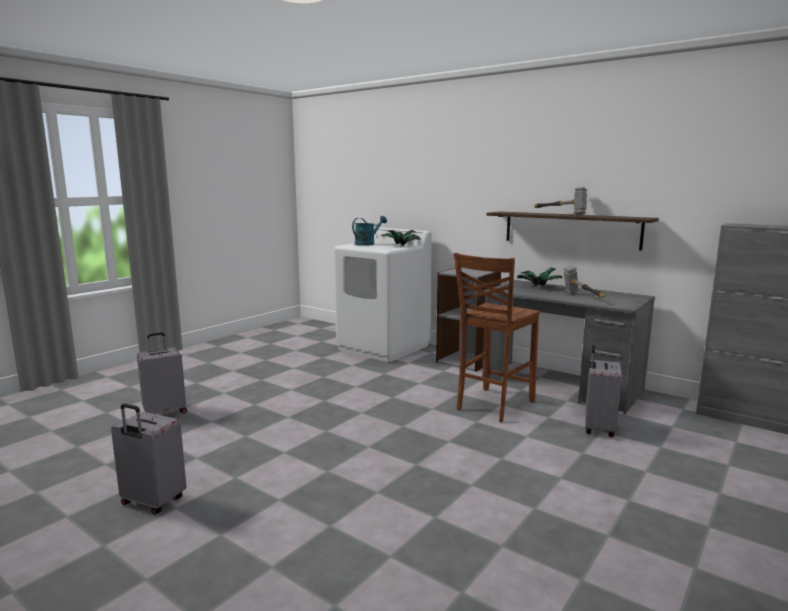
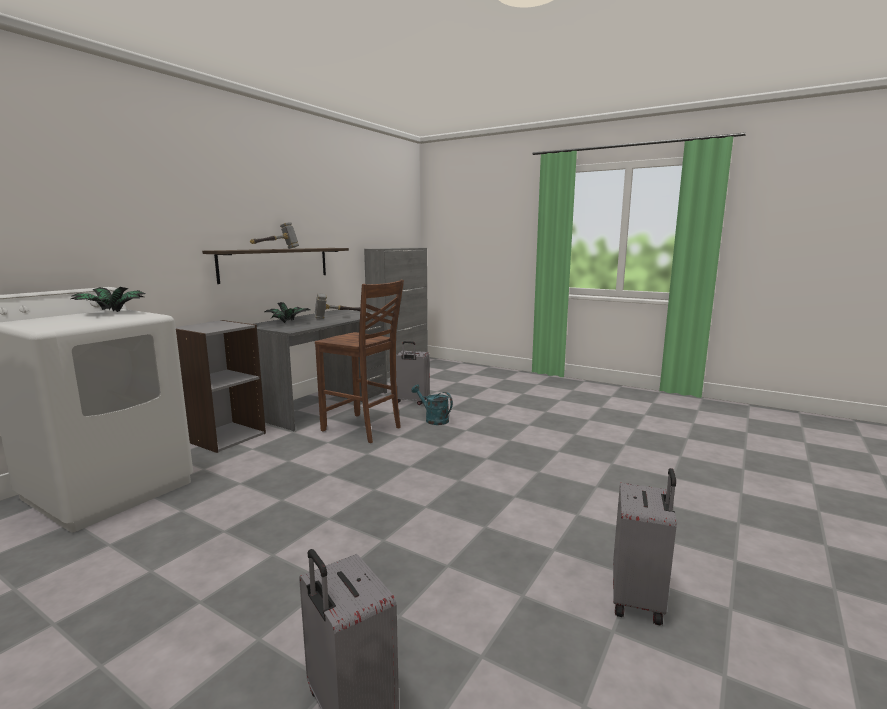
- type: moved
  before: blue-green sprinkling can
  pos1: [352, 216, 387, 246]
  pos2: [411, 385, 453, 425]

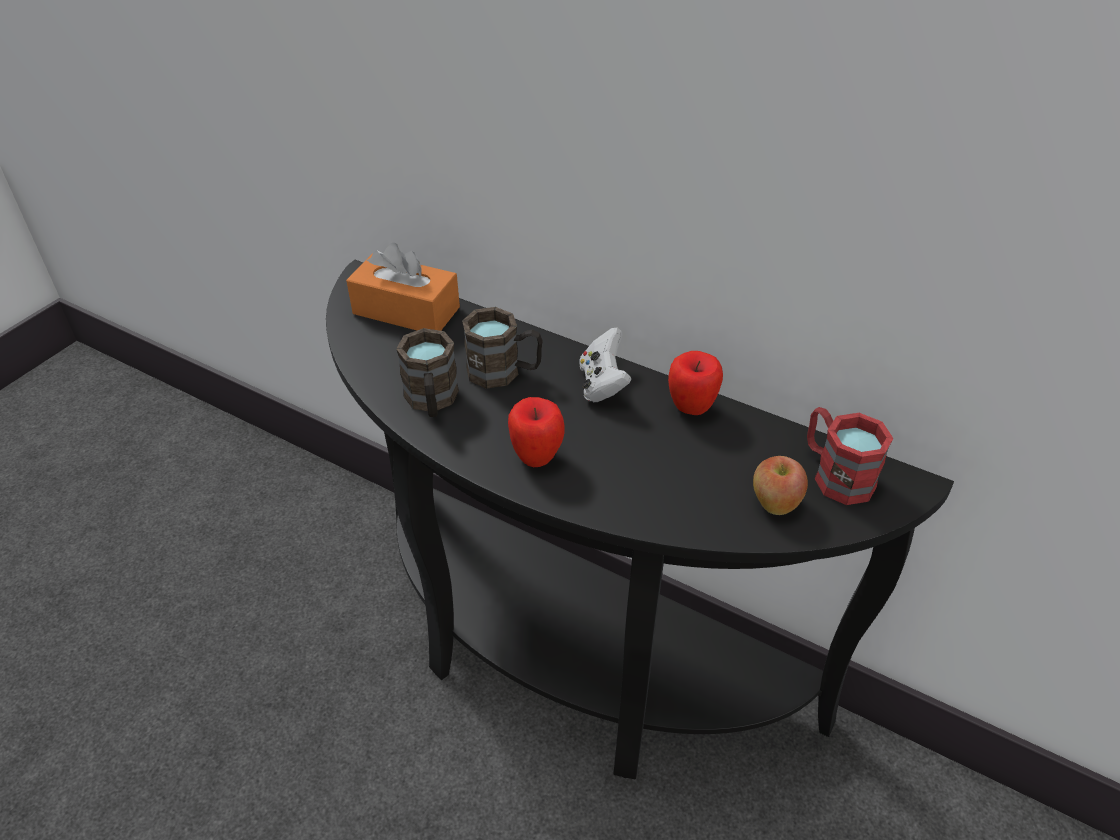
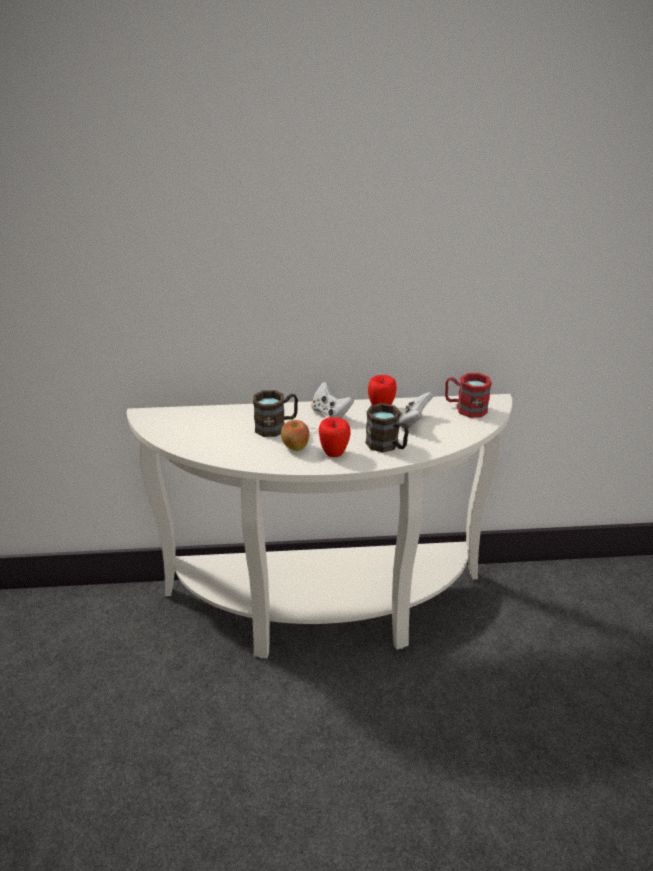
- type: recoloured
  before: blackish console table
  after: white-coloured console table
  pos1: [326, 260, 954, 779]
  pos2: [127, 394, 512, 658]
- type: moved
  before: apple fruit
  pos1: [753, 456, 808, 515]
  pos2: [281, 420, 309, 451]
- type: moved
  before: brown mug
  pos1: [396, 328, 459, 417]
  pos2: [365, 403, 409, 452]
- type: added
  after: white-coloured joypad
  pos2: [399, 392, 433, 428]
- type: removed
  before: orange-coloured tissue holder
  pos1: [346, 243, 460, 331]

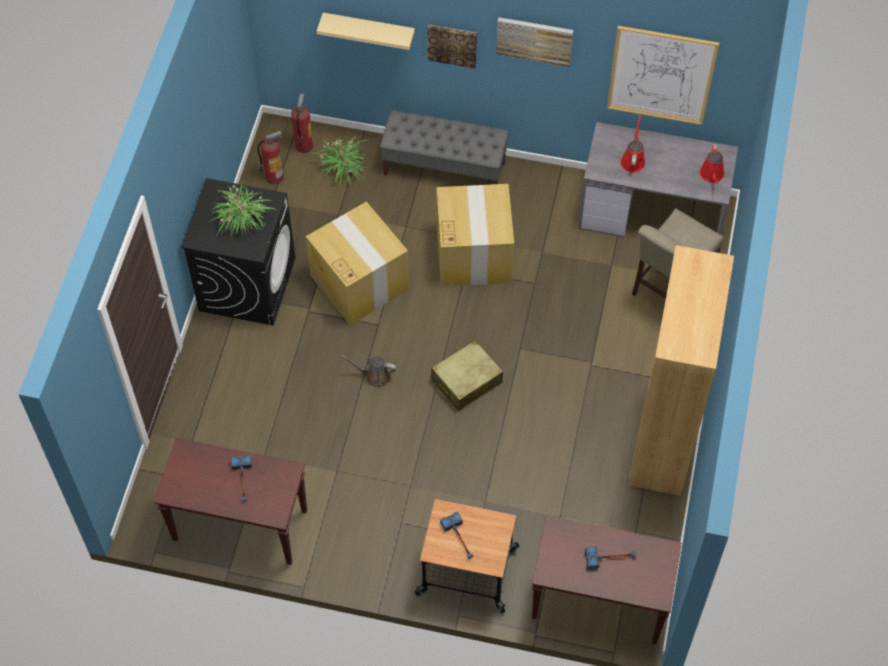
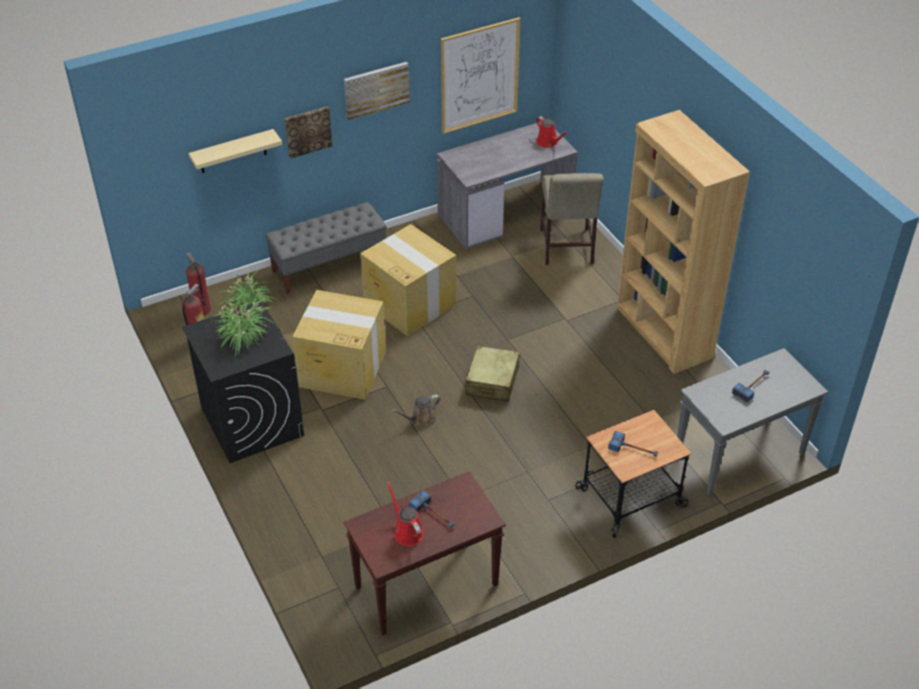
- type: moved
  before: red sprinkling can
  pos1: [620, 115, 645, 173]
  pos2: [387, 482, 423, 546]
- type: recoloured
  before: brown console table
  after: gray console table
  pos1: [532, 515, 682, 644]
  pos2: [677, 348, 828, 496]

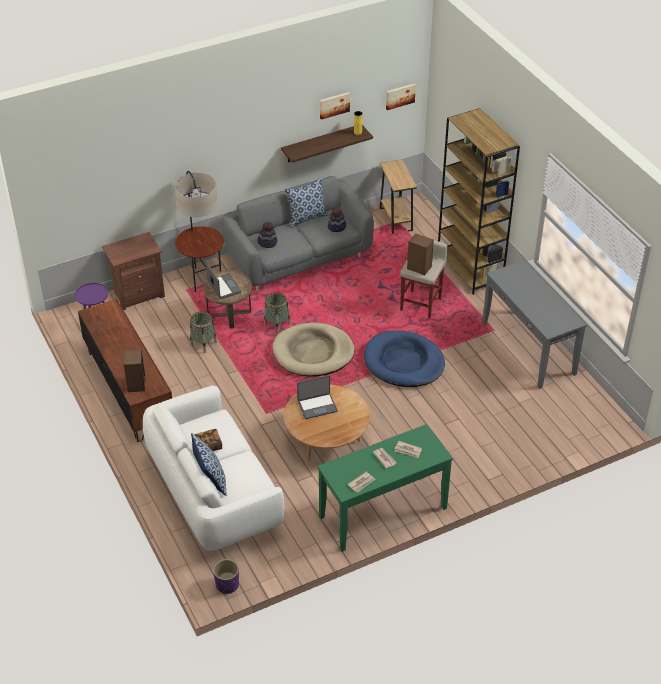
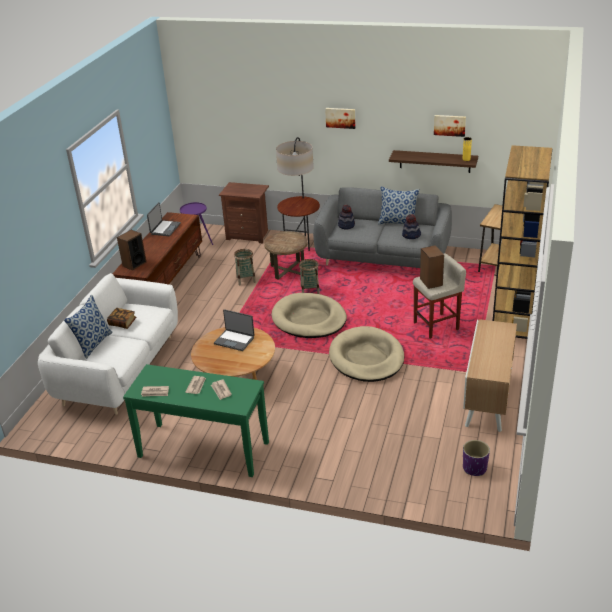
- type: moved
  before: portable computer
  pos1: [206, 263, 241, 299]
  pos2: [147, 202, 181, 236]
- type: moved
  before: picture
  pos1: [386, 84, 416, 110]
  pos2: [325, 108, 356, 129]
- type: recoloured
  before: blue-coloured dog cushion
  after: beige dog cushion
  pos1: [364, 330, 445, 387]
  pos2: [329, 326, 404, 382]
- type: replaced
  before: gray console table
  after: cabinet
  pos1: [482, 260, 587, 389]
  pos2: [463, 319, 517, 432]
- type: moved
  before: purplish planter
  pos1: [213, 559, 239, 594]
  pos2: [463, 440, 490, 476]

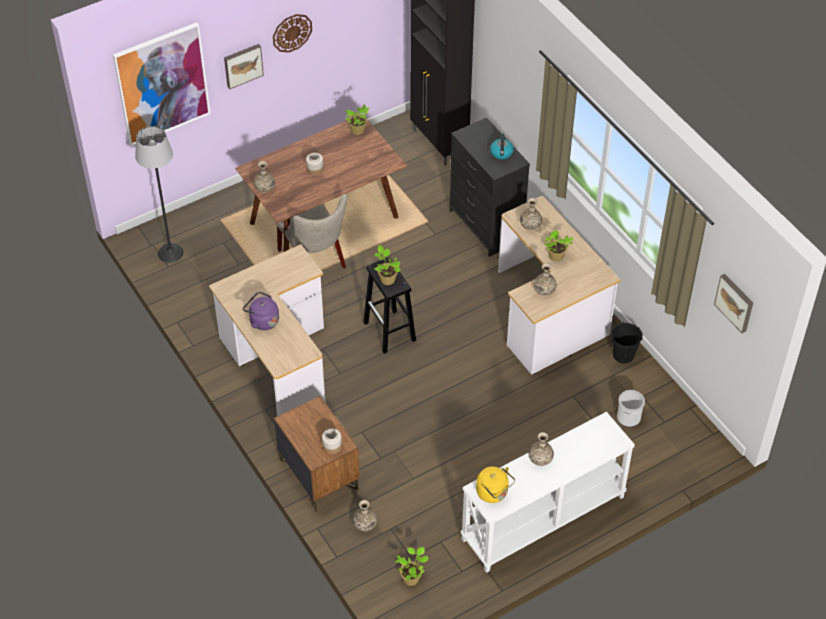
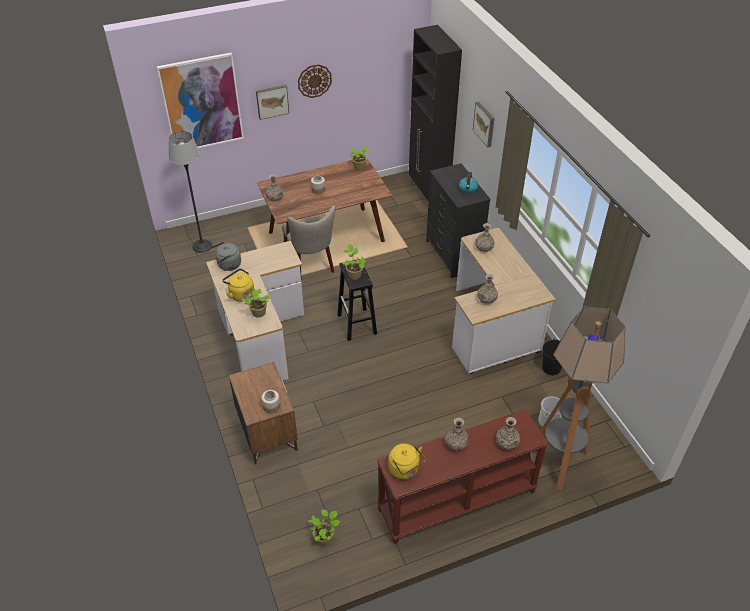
- type: added
  after: gray tea kettle
  pos2: [211, 242, 241, 271]
- type: recoloured
  before: purplish tea kettle
  after: yellowish tea kettle
  pos1: [243, 291, 279, 330]
  pos2: [222, 268, 254, 302]
- type: moved
  before: potted plant
  pos1: [545, 230, 573, 262]
  pos2: [241, 289, 270, 318]
- type: recoloured
  before: white-coloured console table
  after: brown console table
  pos1: [461, 412, 635, 573]
  pos2: [377, 409, 549, 545]
- type: moved
  before: picture
  pos1: [714, 274, 753, 333]
  pos2: [473, 102, 494, 148]
- type: moved
  before: flower vase
  pos1: [353, 500, 377, 532]
  pos2: [496, 417, 520, 450]
- type: added
  after: floor lamp
  pos2: [540, 306, 625, 490]

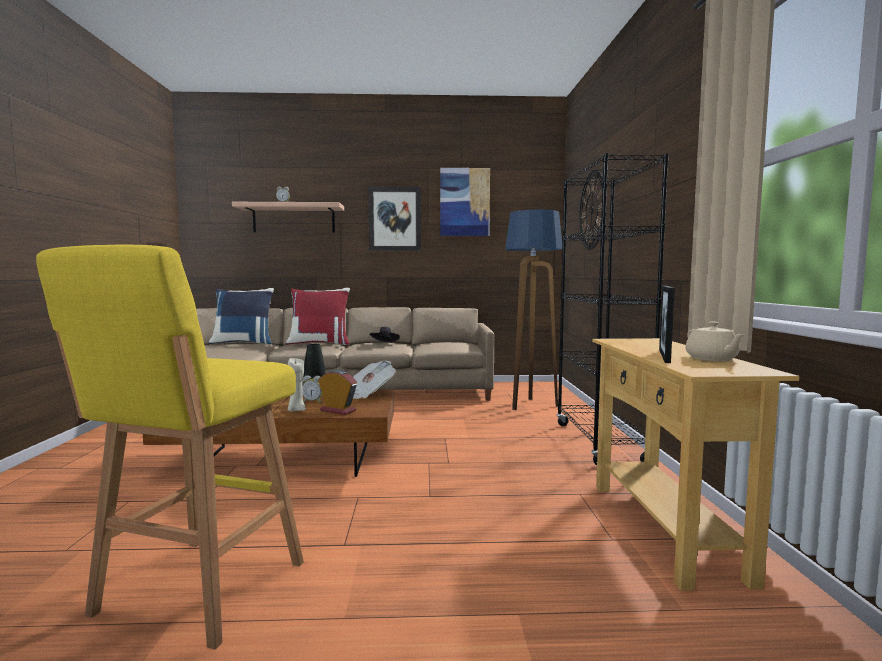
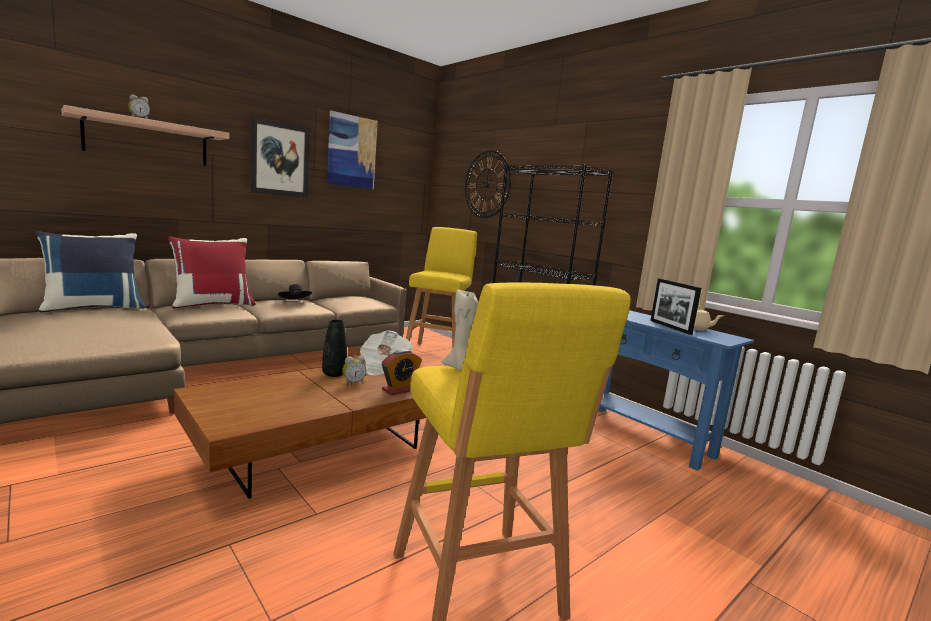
- type: turned
  before: alarm clock
  pos1: [318, 370, 357, 415]
  pos2: [382, 349, 422, 395]
  turn: 150
- type: replaced
  before: floor lamp
  after: yellowish stool seat
  pos1: [505, 209, 562, 410]
  pos2: [406, 227, 477, 349]
- type: moved
  before: beige wax candle
  pos1: [288, 357, 306, 412]
  pos2: [442, 289, 478, 371]
- type: recoloured
  before: beige console table
  after: blue-coloured console table
  pos1: [592, 338, 799, 591]
  pos2: [599, 310, 754, 471]

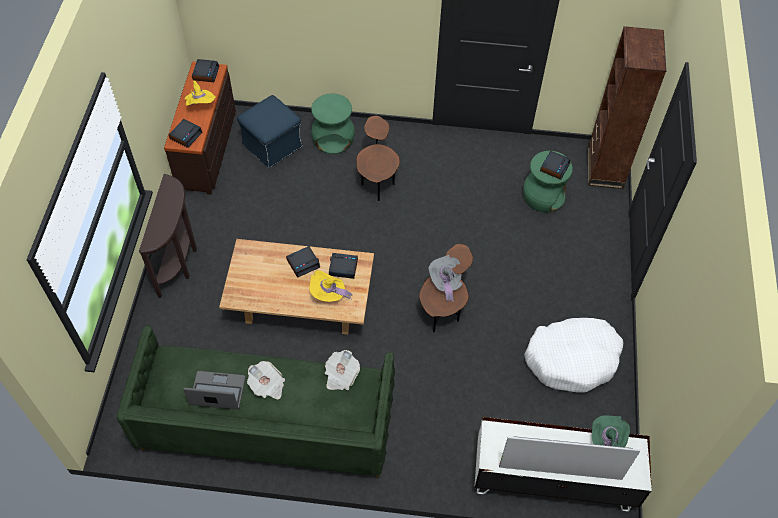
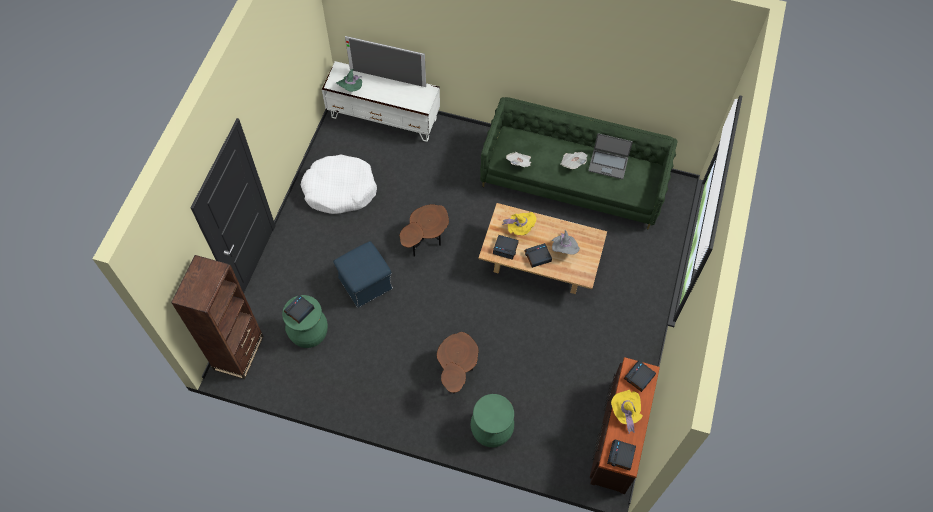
- type: moved
  before: blue-coloured ottoman
  pos1: [237, 95, 303, 169]
  pos2: [333, 241, 393, 308]
- type: moved
  before: gray clothing hat
  pos1: [429, 255, 463, 303]
  pos2: [552, 230, 580, 255]
- type: removed
  before: brown console table
  pos1: [139, 174, 197, 298]

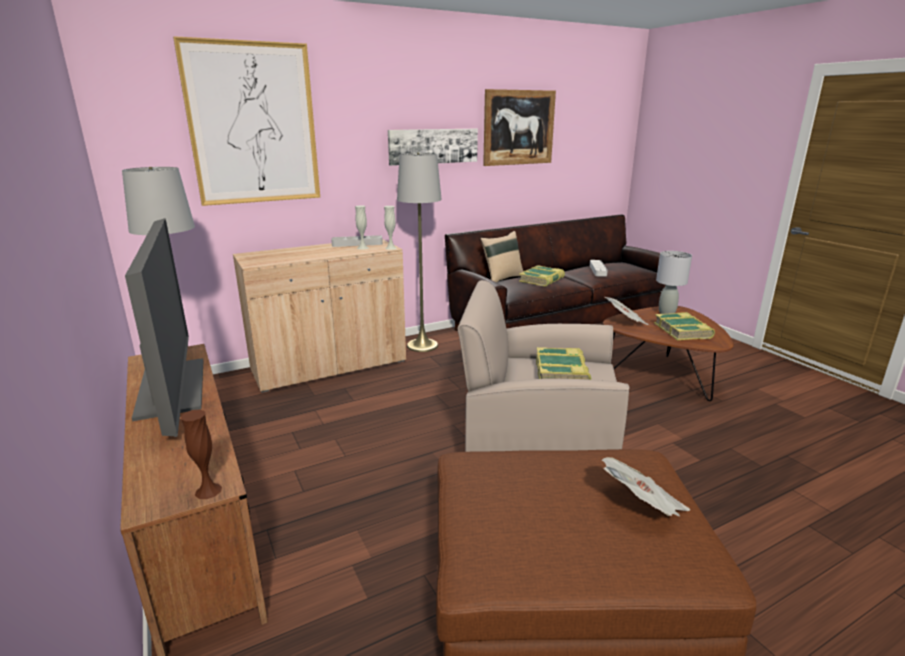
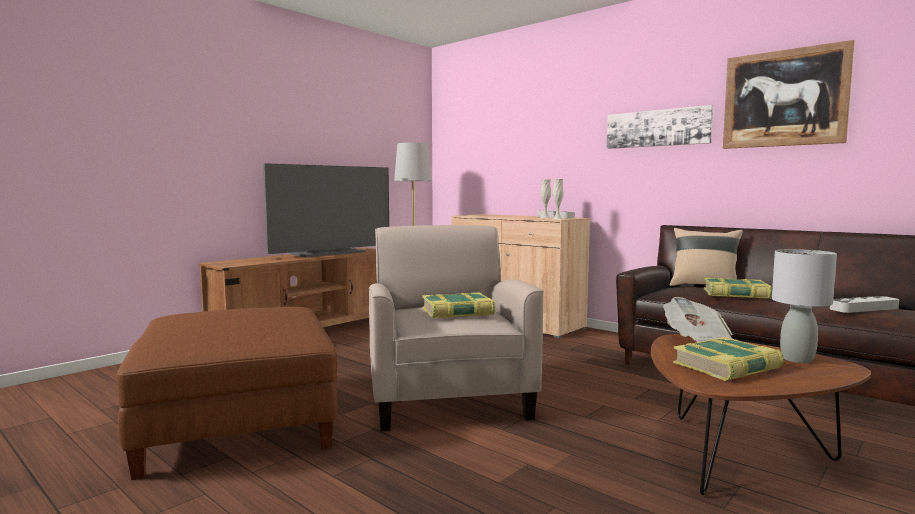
- type: removed
  before: picture
  pos1: [173, 36, 320, 206]
- type: removed
  before: brown flower vase
  pos1: [181, 409, 222, 499]
- type: removed
  before: gray floor lamp
  pos1: [397, 153, 442, 352]
- type: removed
  before: daily paper
  pos1: [602, 457, 690, 517]

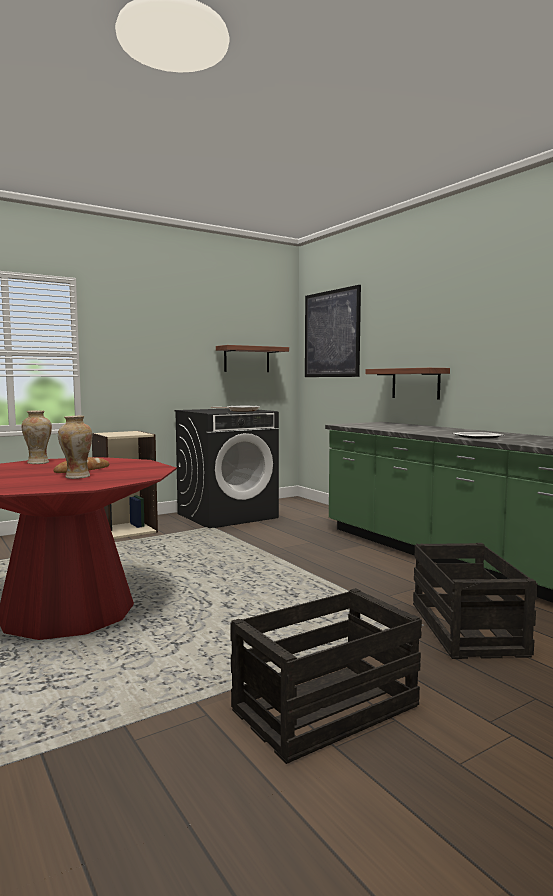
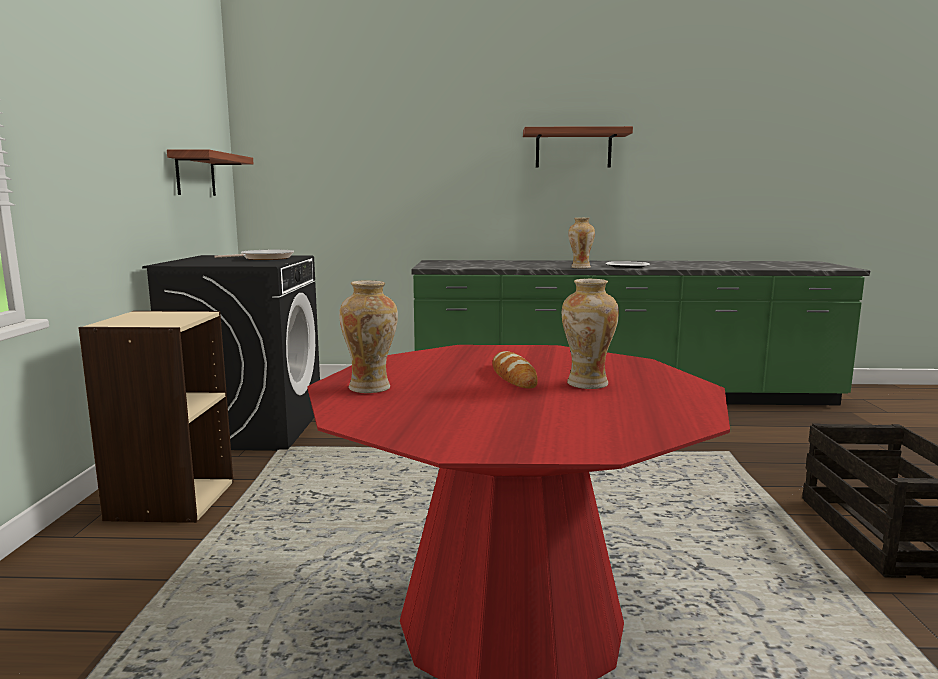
- type: moved
  before: shelf
  pos1: [366, 368, 450, 400]
  pos2: [523, 126, 633, 168]
- type: added
  after: flower vase
  pos2: [568, 218, 595, 268]
- type: removed
  before: picture
  pos1: [305, 285, 361, 377]
- type: removed
  before: shipping crate
  pos1: [413, 543, 538, 659]

